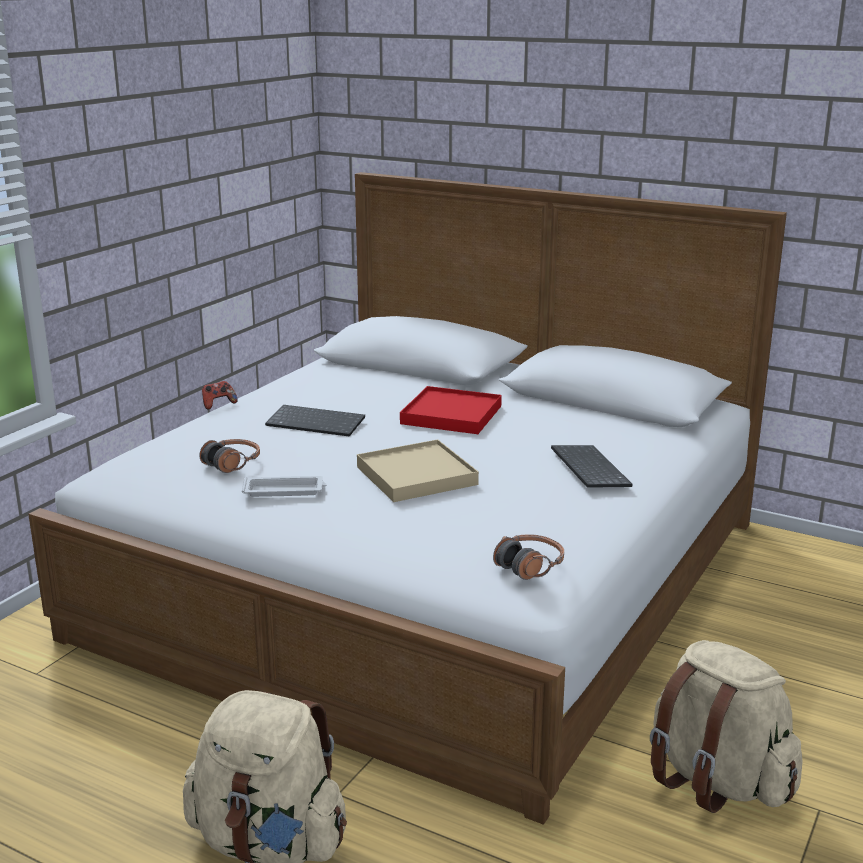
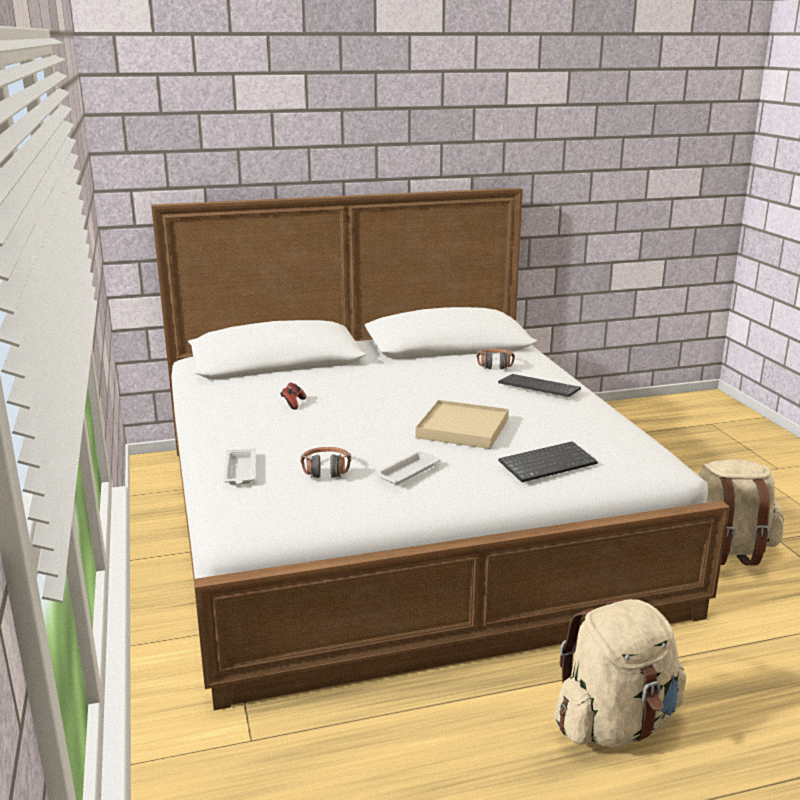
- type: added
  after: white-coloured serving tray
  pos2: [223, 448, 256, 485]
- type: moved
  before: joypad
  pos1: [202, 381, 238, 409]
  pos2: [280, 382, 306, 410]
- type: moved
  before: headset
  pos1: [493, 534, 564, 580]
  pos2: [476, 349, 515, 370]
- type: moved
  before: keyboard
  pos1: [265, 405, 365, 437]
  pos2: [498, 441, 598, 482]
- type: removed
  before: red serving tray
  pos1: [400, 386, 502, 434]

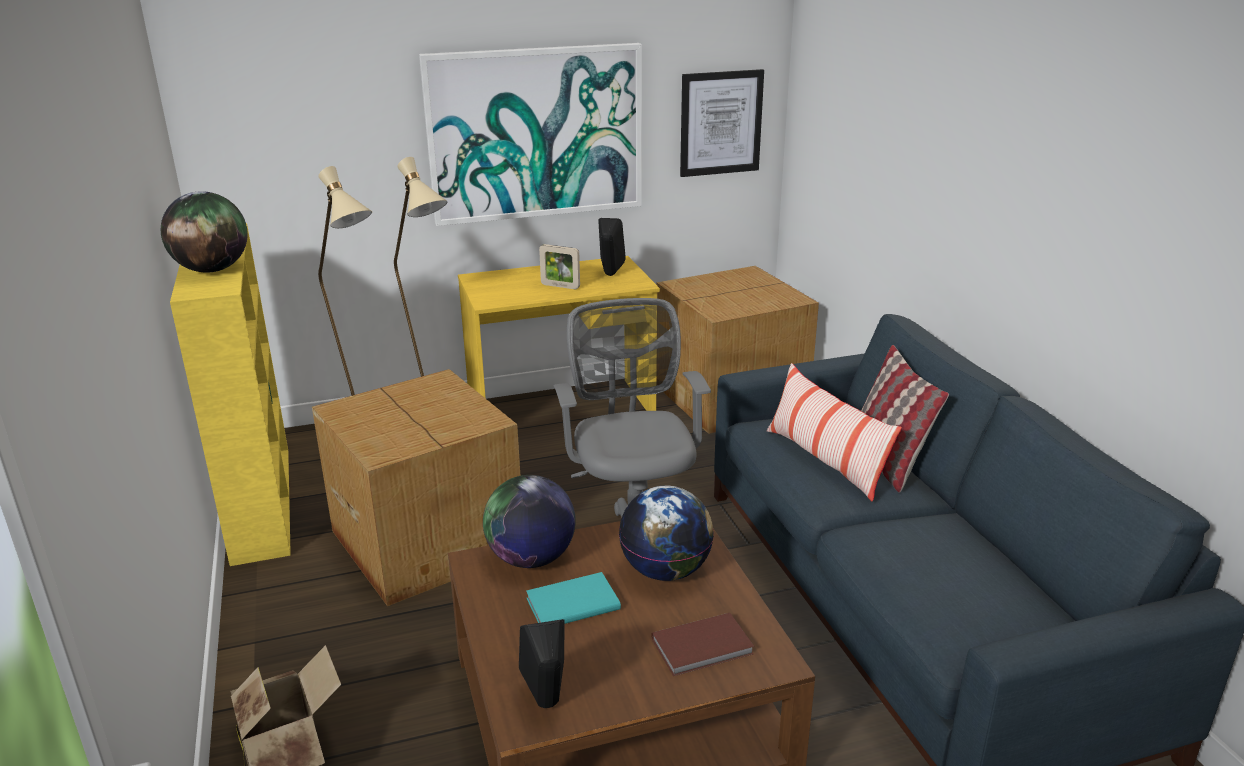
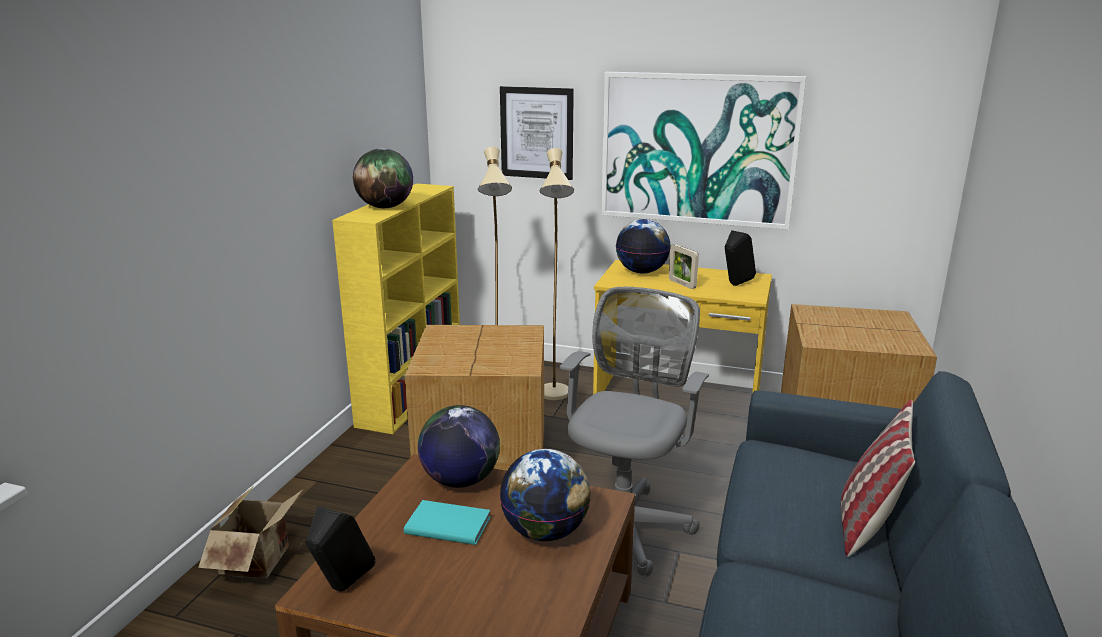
- type: moved
  before: picture
  pos1: [680, 69, 764, 177]
  pos2: [500, 86, 574, 180]
- type: added
  after: globe
  pos2: [616, 219, 670, 274]
- type: removed
  before: brown volume
  pos1: [651, 613, 754, 676]
- type: removed
  before: cushion
  pos1: [767, 363, 902, 502]

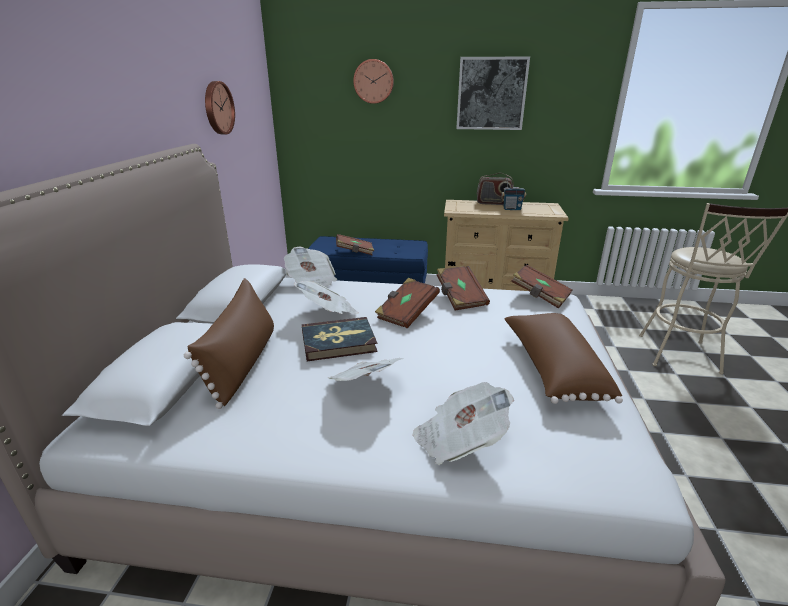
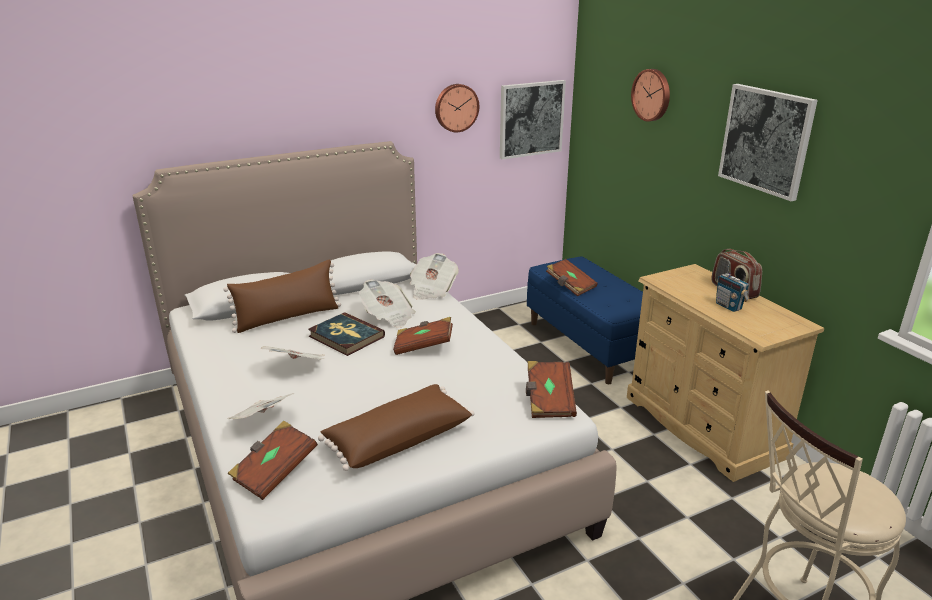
- type: moved
  before: brown volume
  pos1: [437, 266, 490, 311]
  pos2: [228, 421, 318, 500]
- type: added
  after: picture
  pos2: [500, 80, 566, 160]

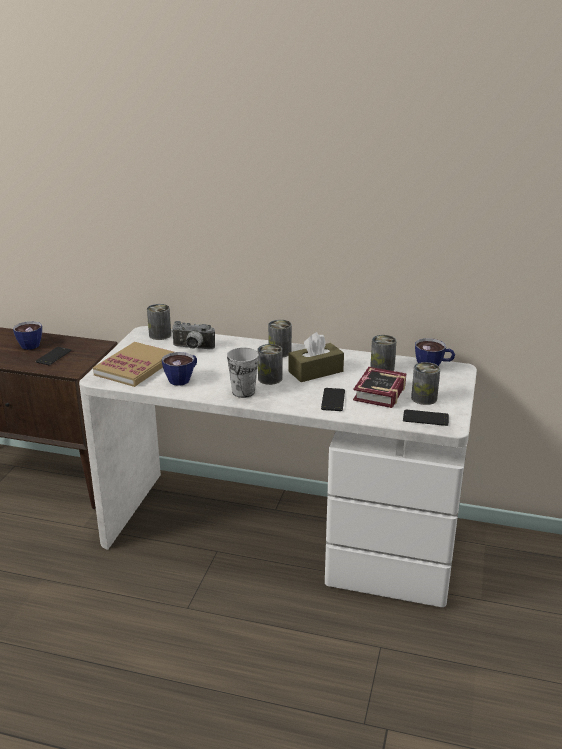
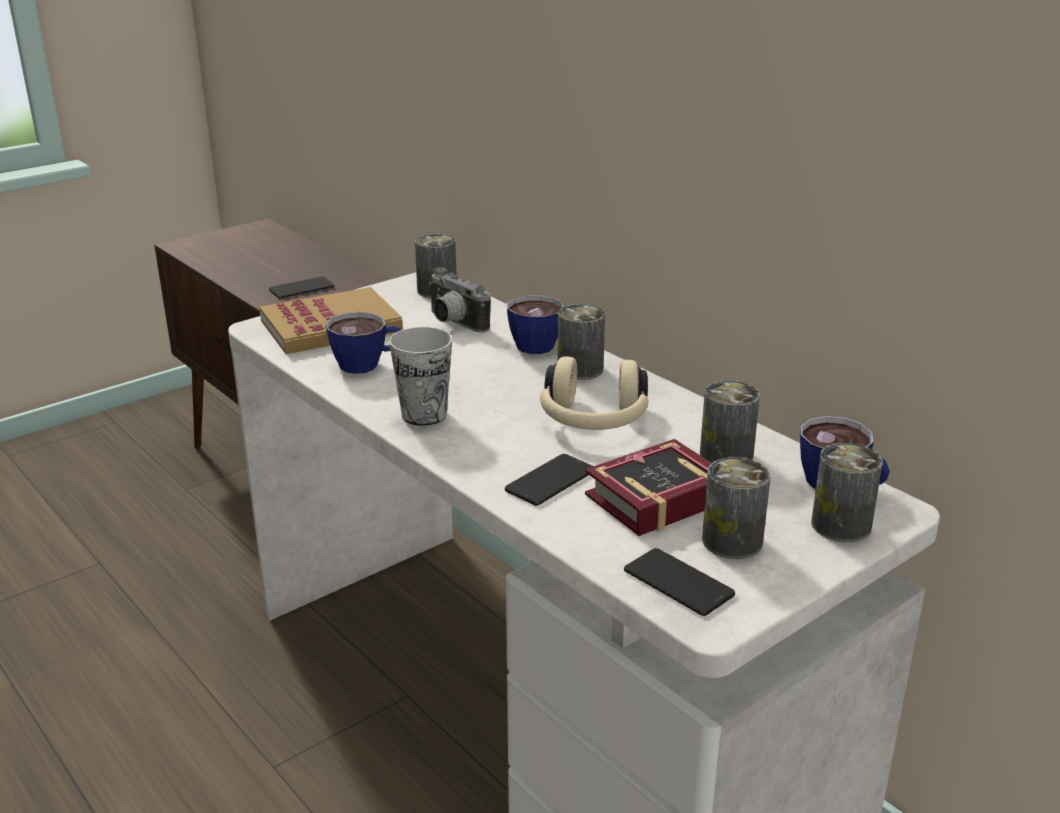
- type: moved
  before: small cup
  pos1: [13, 321, 42, 350]
  pos2: [507, 295, 564, 354]
- type: replaced
  before: brown tissue holder
  after: beige headset
  pos1: [288, 332, 344, 382]
  pos2: [540, 356, 649, 430]
- type: moved
  before: metal can
  pos1: [258, 344, 282, 385]
  pos2: [811, 443, 883, 542]

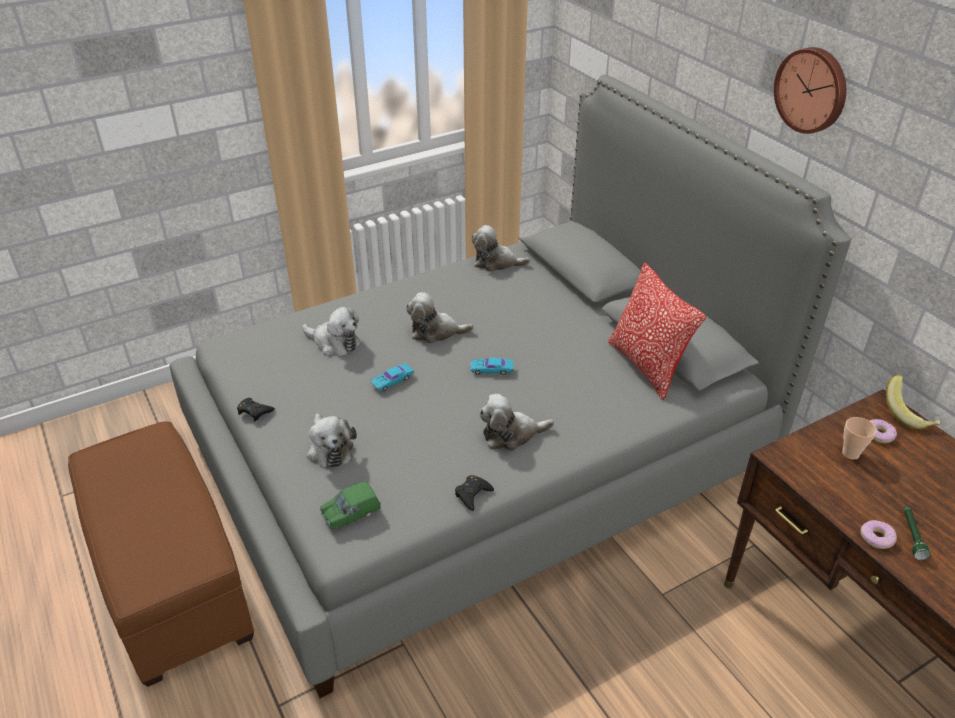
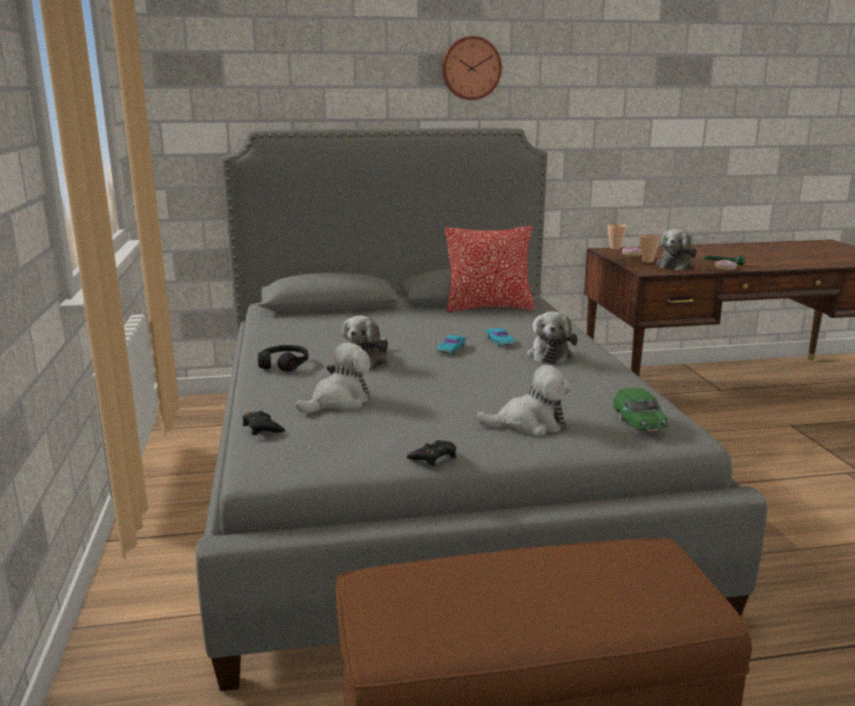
- type: moved
  before: blackish joypad
  pos1: [455, 475, 494, 511]
  pos2: [242, 411, 285, 435]
- type: added
  after: blackish headset
  pos2: [258, 345, 308, 371]
- type: moved
  before: blue-green model car
  pos1: [371, 364, 414, 391]
  pos2: [486, 328, 515, 346]
- type: replaced
  before: banana fruit
  after: small cup
  pos1: [886, 375, 940, 430]
  pos2: [608, 224, 626, 250]
- type: moved
  before: cuddly toy
  pos1: [472, 225, 530, 272]
  pos2: [656, 229, 697, 271]

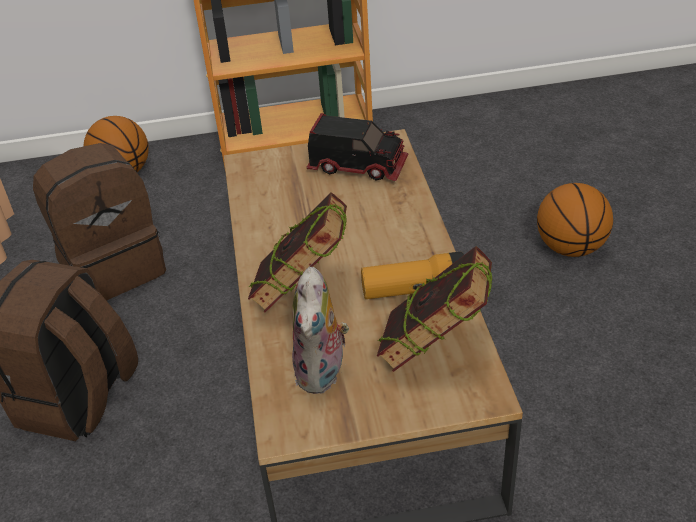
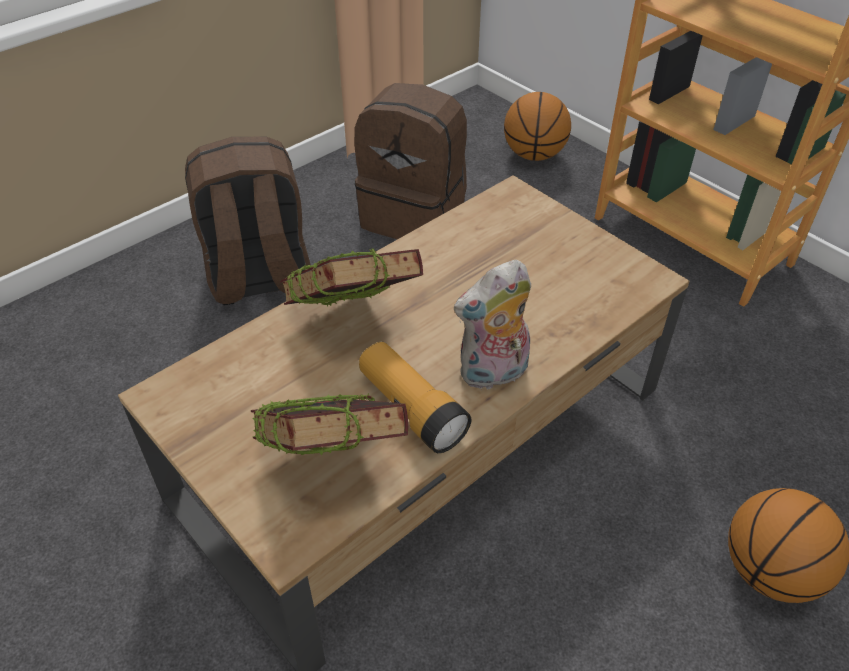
- type: moved
  before: cuddly toy
  pos1: [292, 267, 349, 394]
  pos2: [454, 260, 531, 391]
- type: removed
  before: toy lorry
  pos1: [307, 113, 408, 181]

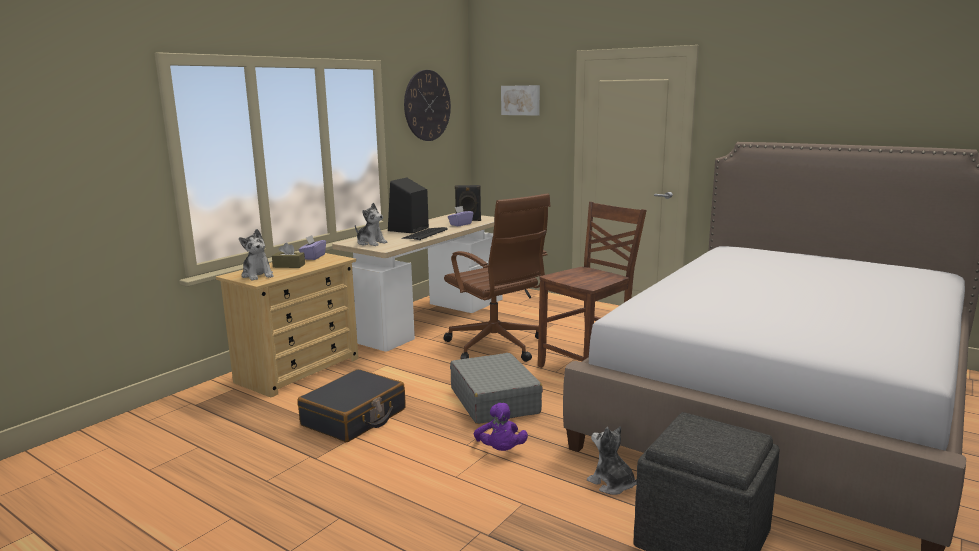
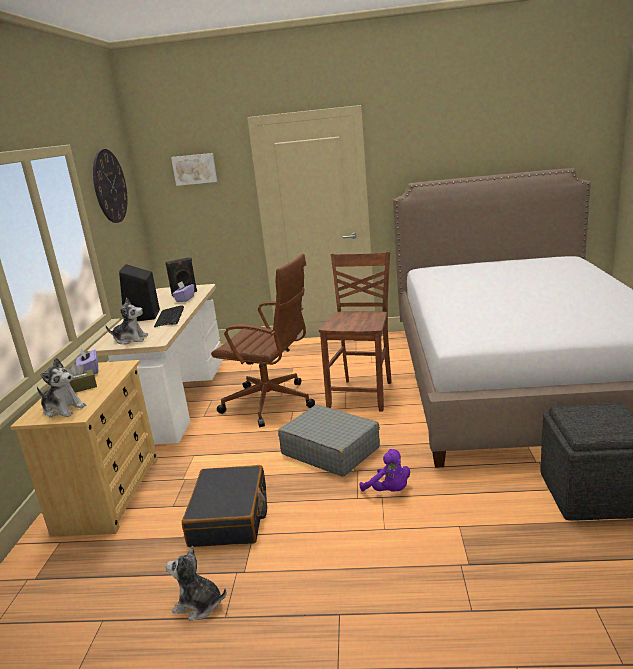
- type: moved
  before: cuddly toy
  pos1: [587, 426, 637, 495]
  pos2: [166, 546, 226, 620]

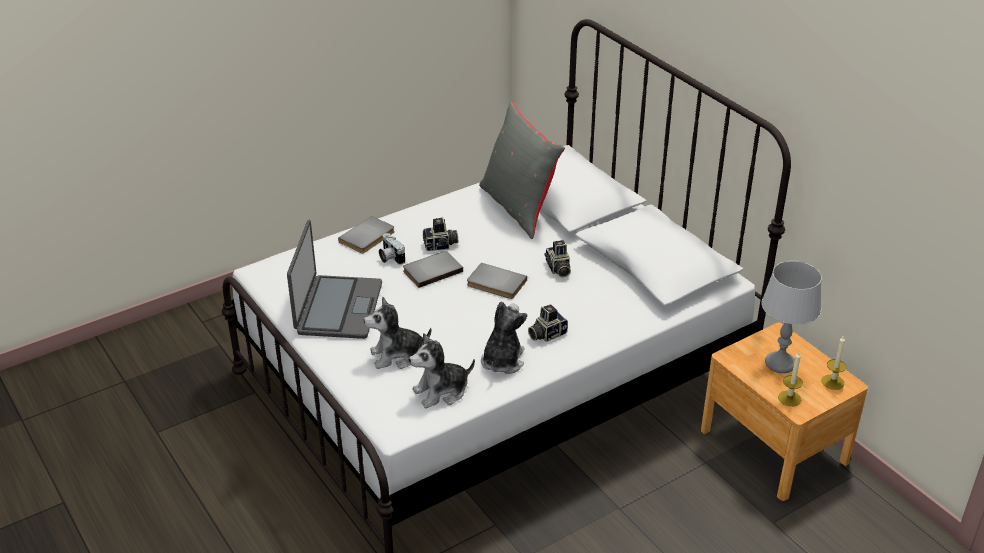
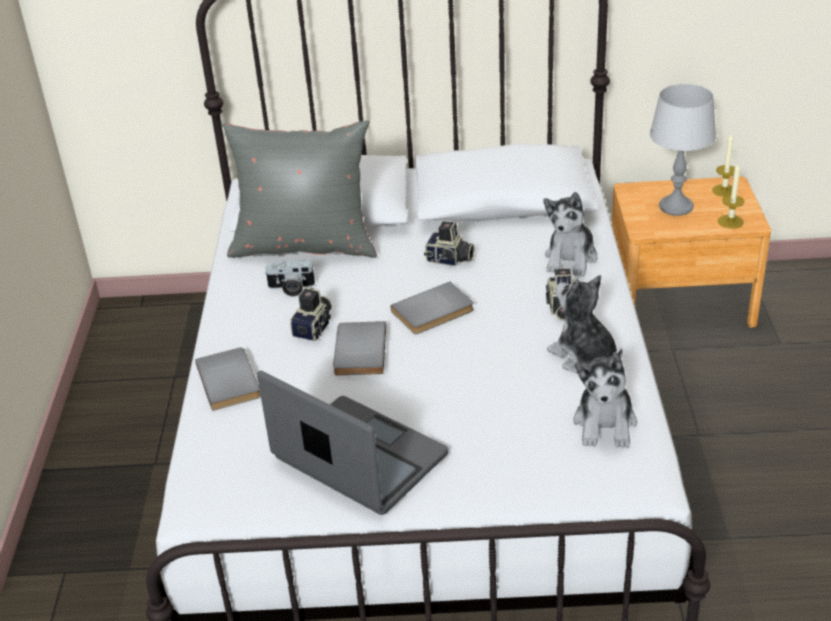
- type: moved
  before: photo camera
  pos1: [379, 233, 405, 265]
  pos2: [264, 260, 315, 297]
- type: moved
  before: cuddly toy
  pos1: [364, 297, 432, 369]
  pos2: [543, 192, 597, 277]

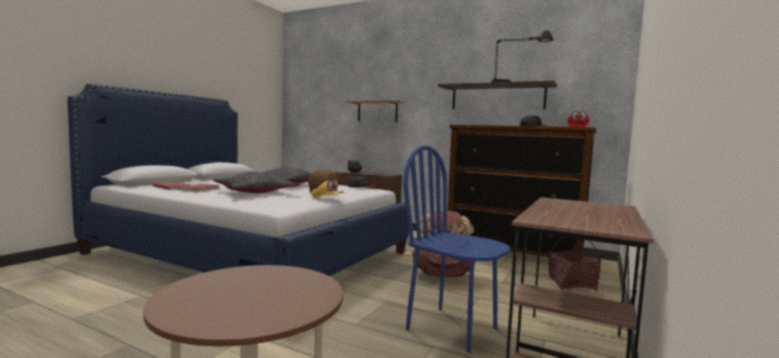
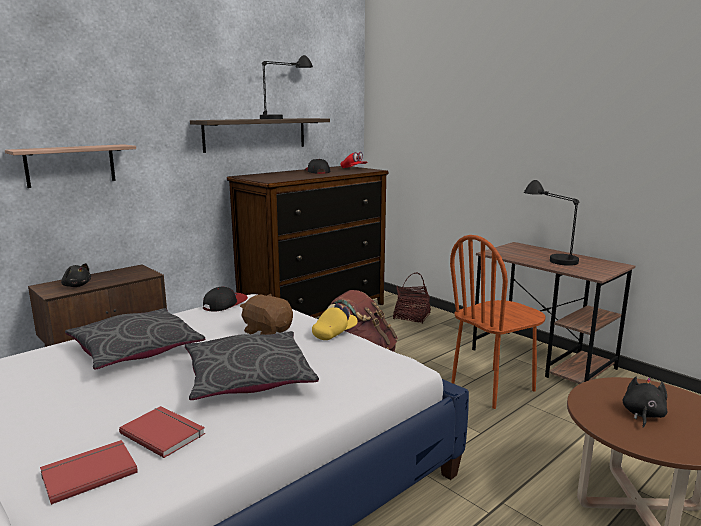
- type: recoloured
  before: blue-coloured chair
  after: brown chair
  pos1: [403, 145, 510, 353]
  pos2: [450, 235, 546, 409]
- type: added
  after: blackish lamp for a table
  pos2: [524, 180, 579, 266]
- type: added
  after: blackish cuddly toy
  pos2: [623, 377, 667, 428]

